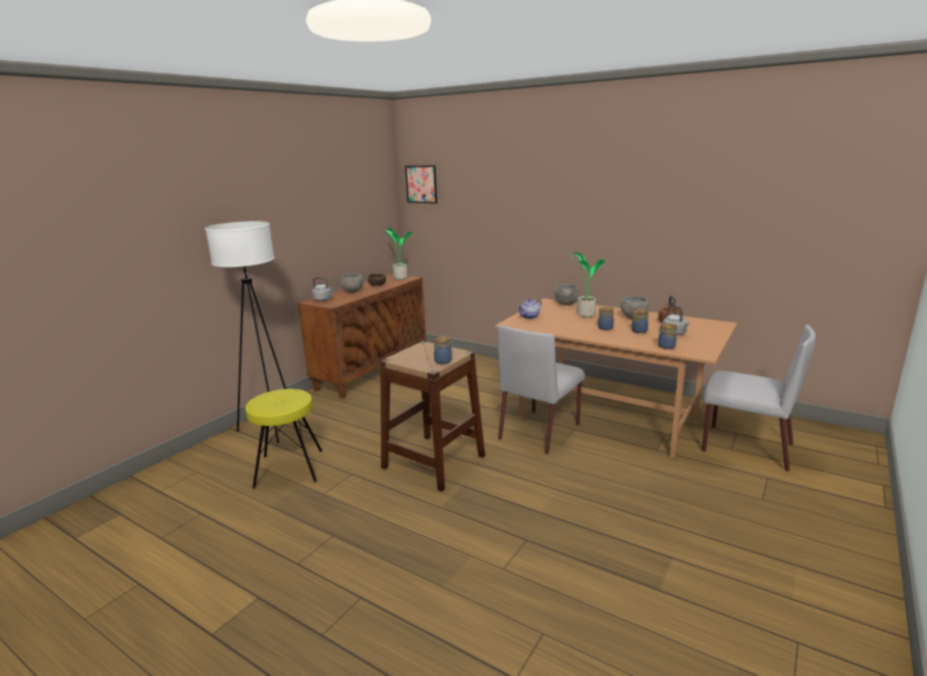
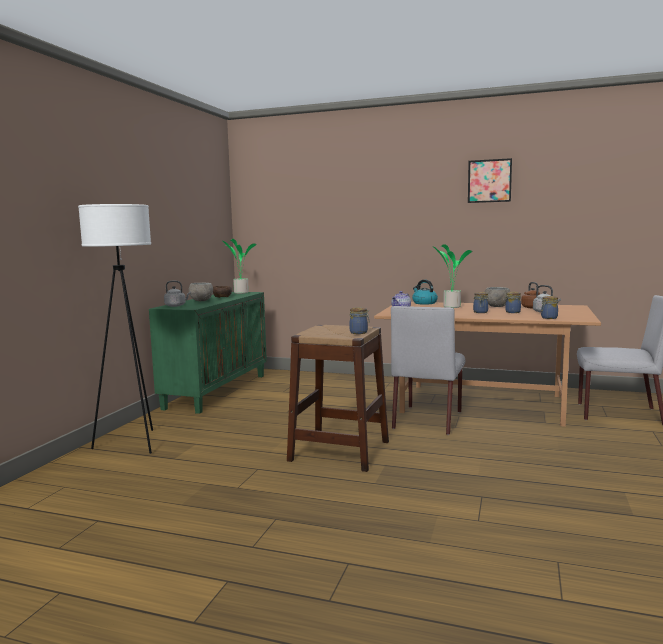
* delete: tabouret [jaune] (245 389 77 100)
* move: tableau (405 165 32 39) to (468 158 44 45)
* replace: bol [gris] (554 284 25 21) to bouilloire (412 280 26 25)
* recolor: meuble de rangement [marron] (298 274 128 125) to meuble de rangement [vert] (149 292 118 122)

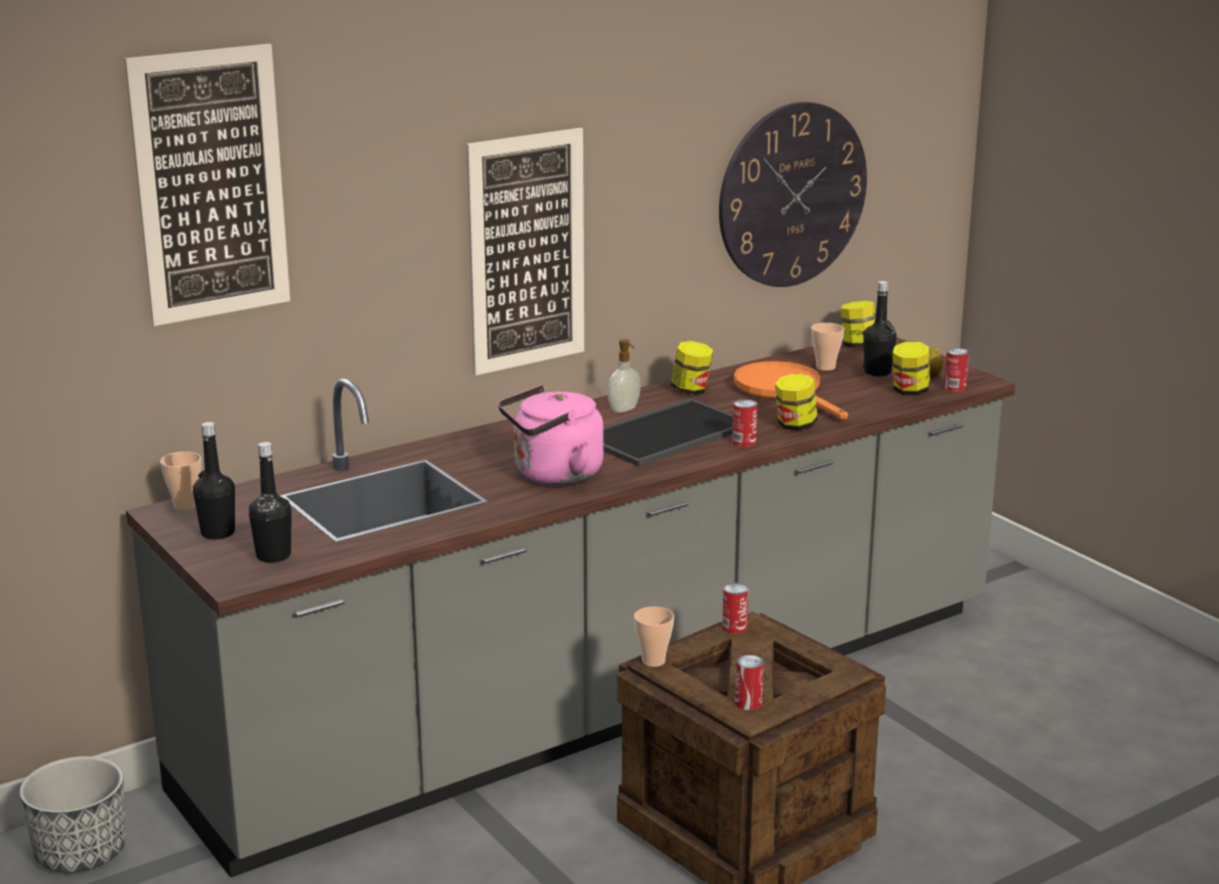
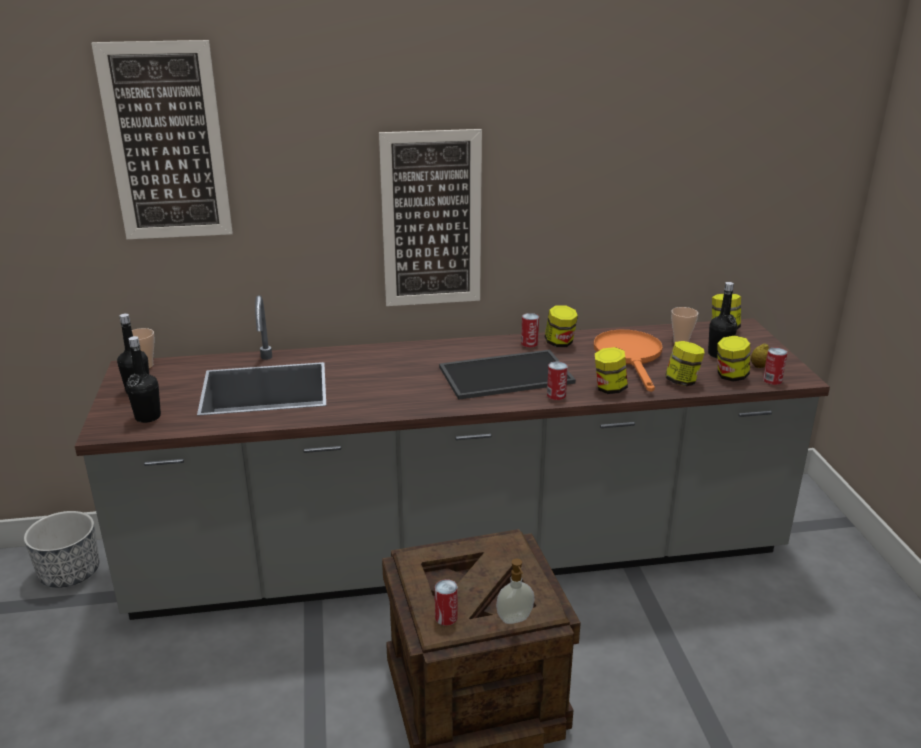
* delete: bouilloire [rose] (498 385 106 100)
* delete: tasse (634 607 40 60)
* delete: horloge murale (719 102 148 185)
* insert: bocal (666 341 38 45)
* move: distributeur de savon (607 339 34 74) to (496 559 39 65)
* move: boîte métallique (722 583 27 51) to (521 313 18 35)

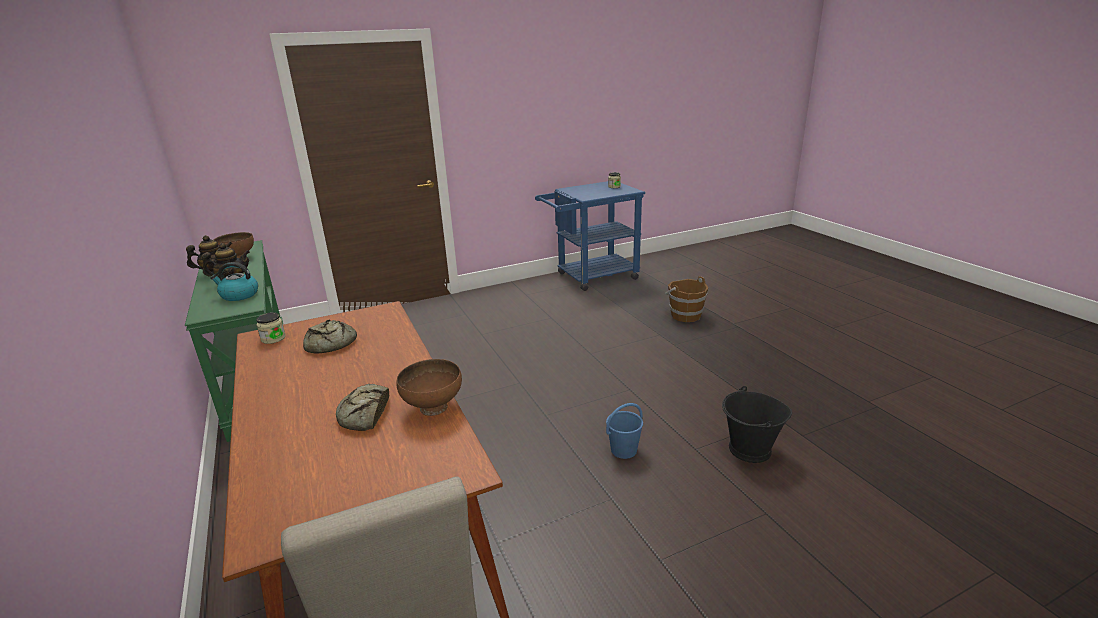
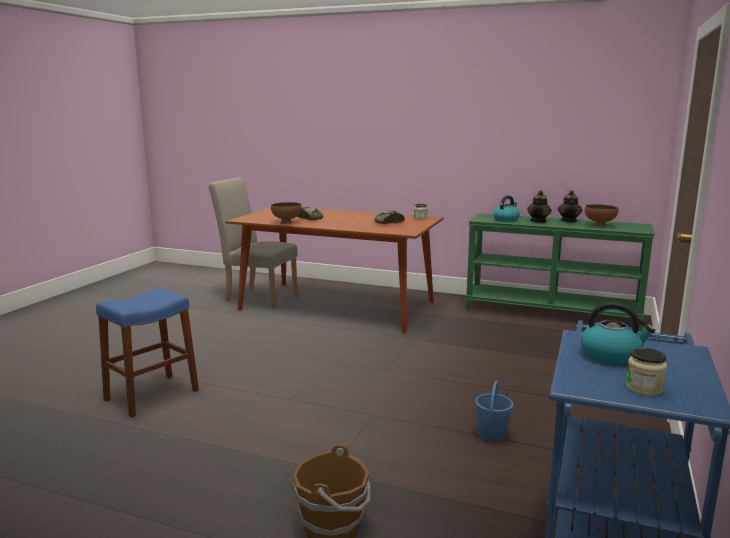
* insert: bouilloire (581 302 74 63)
* move: seau [bleu] (606 403 37 56) to (475 380 38 62)
* replace: seau [noir] (722 386 70 77) to tabouret [bleu] (96 288 103 129)

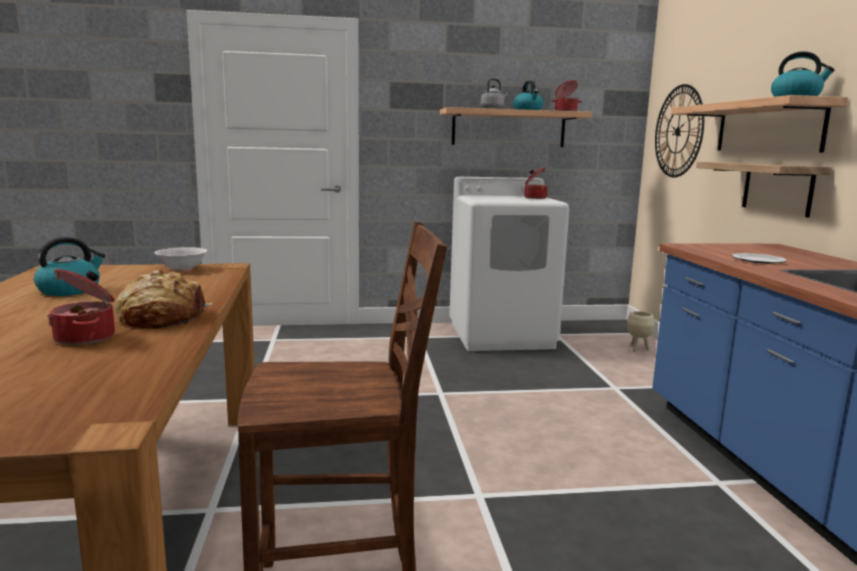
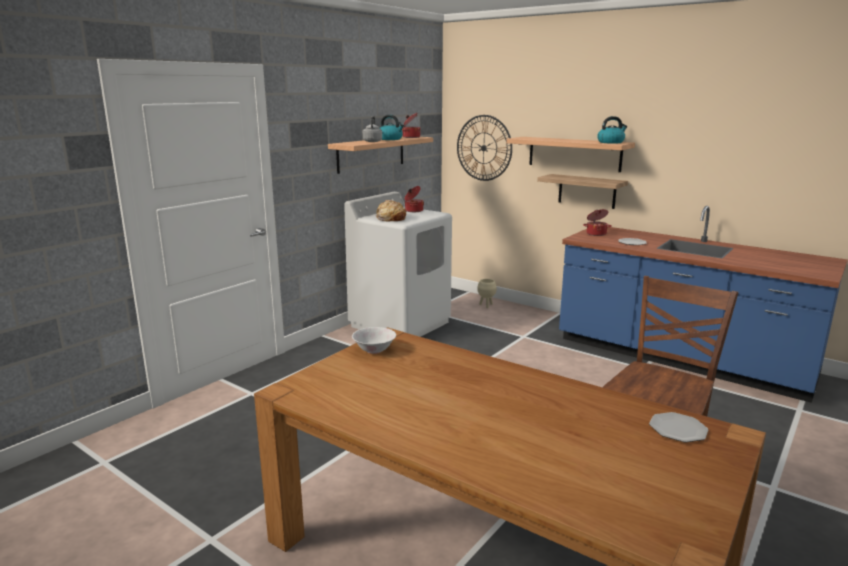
* delete: bouilloire (34 237 71 59)
* insert: assiette (649 412 59 30)
* move: marmite (47 269 68 76) to (583 209 29 27)
* move: pain (115 270 97 58) to (376 200 30 21)

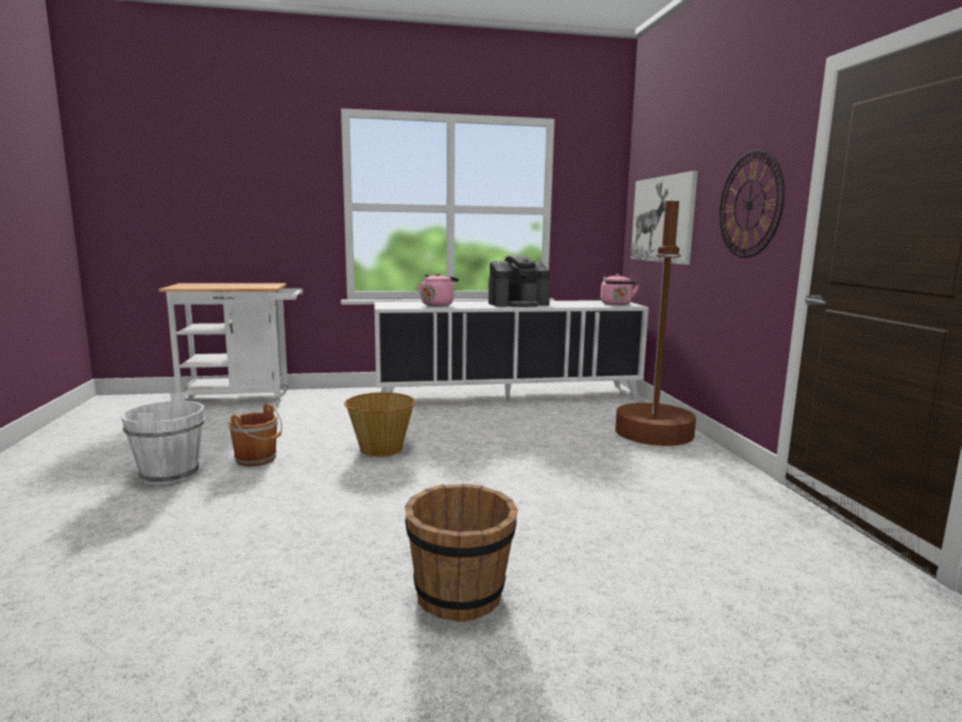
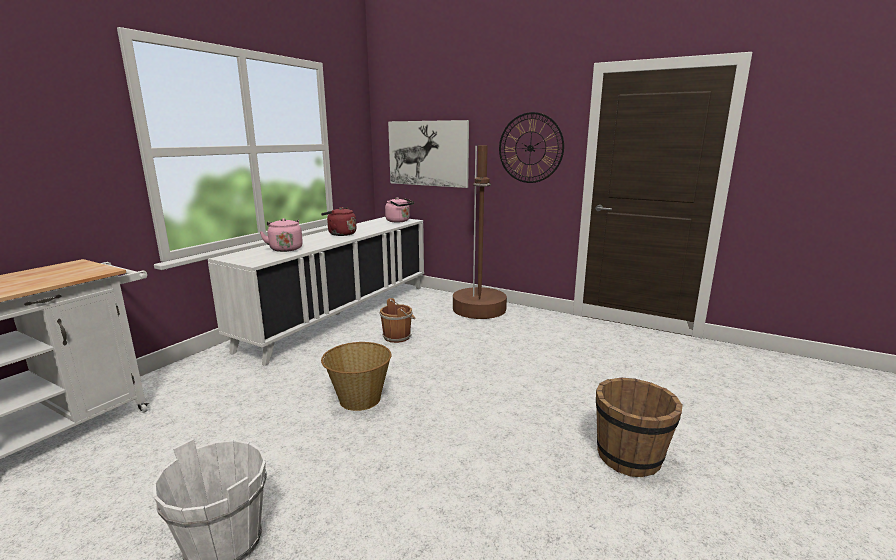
* move: seau [marron] (229 403 53 63) to (379 298 37 45)
* replace: machine à café (488 256 62 51) to bouilloire [rouge] (321 207 36 29)

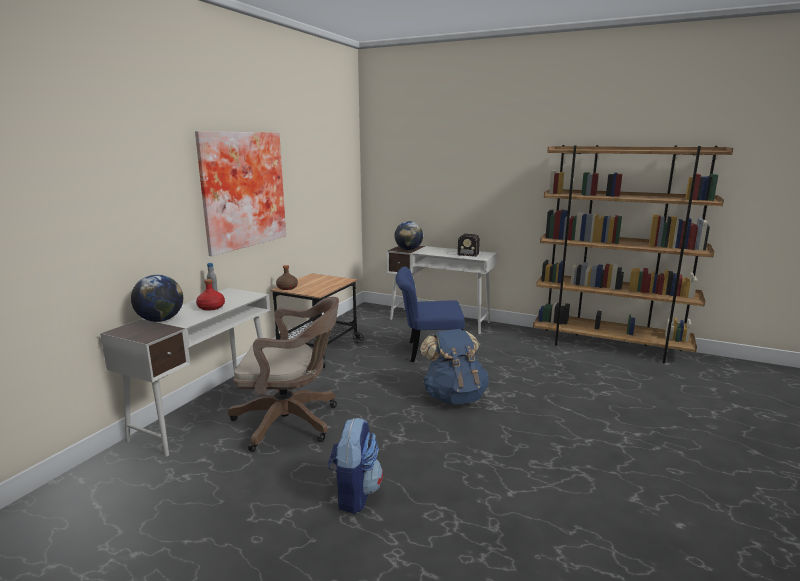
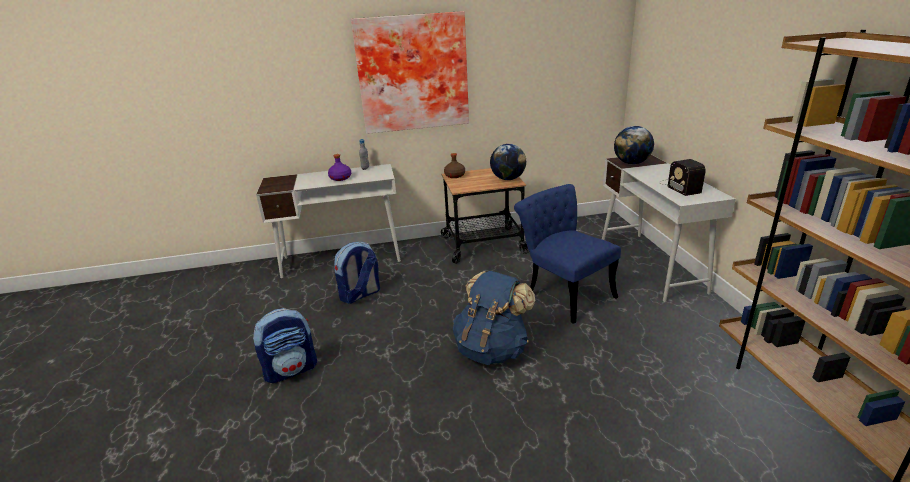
* move: globe (131 275 52 47) to (490 144 36 36)
* replace: chaise de bureau [marron] (228 297 111 155) to sac à dos (334 242 46 62)
* recolor: bouteille [rouge] (196 279 29 32) to bouteille [violet] (328 154 23 27)

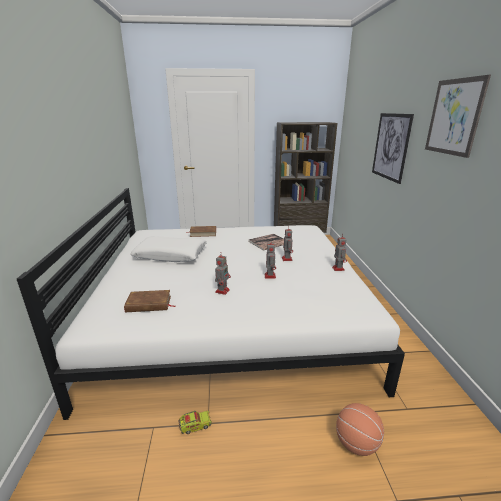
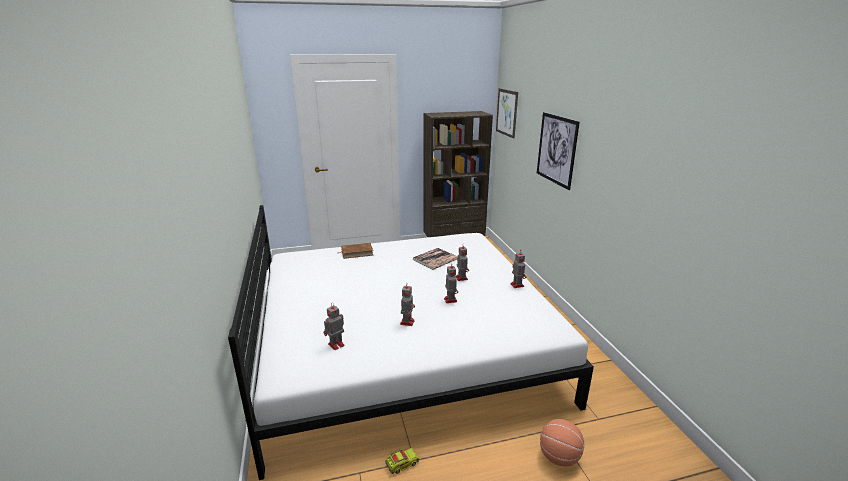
* delete: coussin [blanc] (130 236 77 26)
* move: tableau (425 75 66 83) to (496 88 22 51)
* replace: livre [marron] (124 290 51 22) to robot jouet (323 303 22 47)

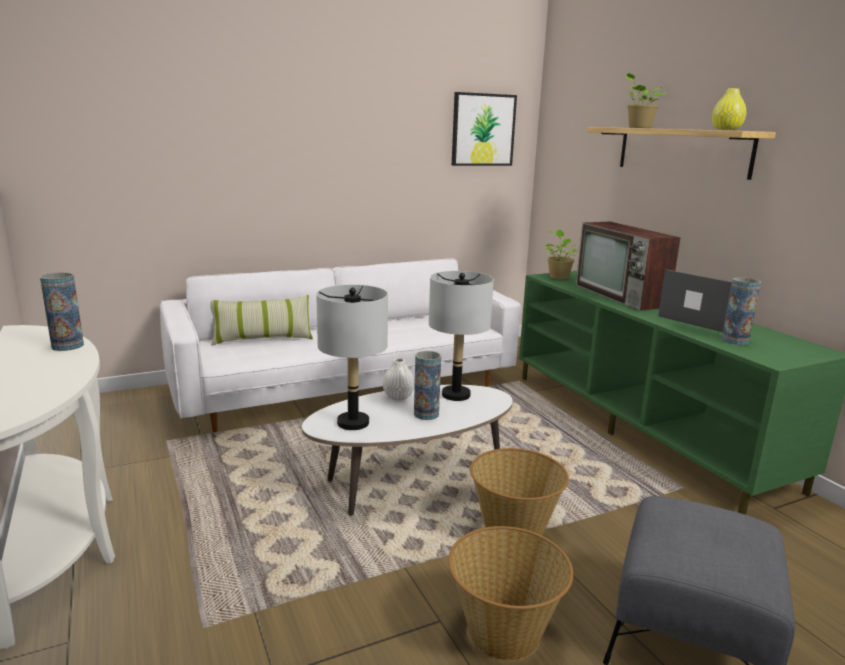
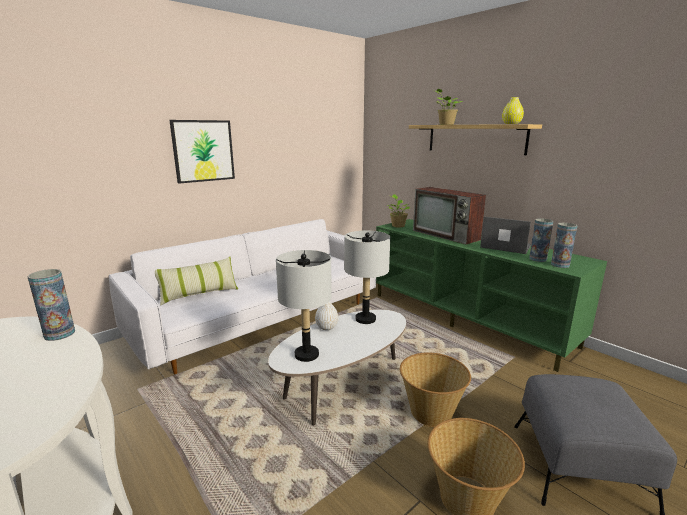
* move: vase (414 351 27 69) to (551 223 27 45)
* move: tableau (452 92 65 74) to (169 120 66 64)

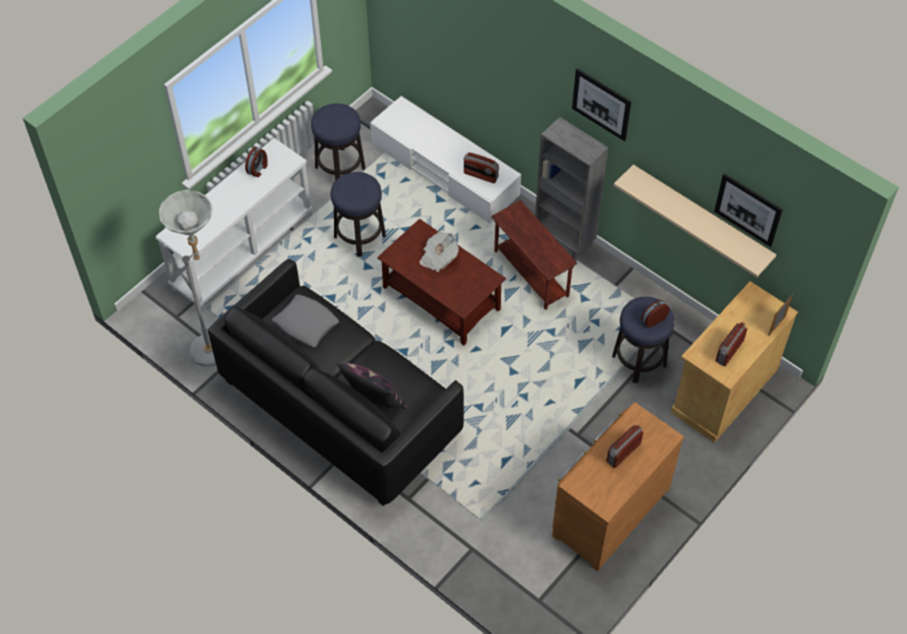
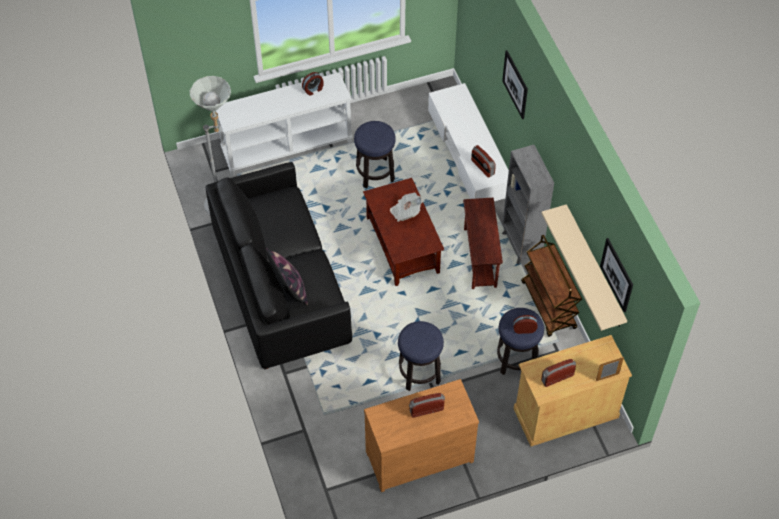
* delete: coussin [gris] (272 294 67 53)
* insert: chariot [marron] (521 235 61 102)
* move: tabouret (311 103 54 78) to (398 321 46 70)
* move: tableau (572 68 59 73) to (502 50 26 69)

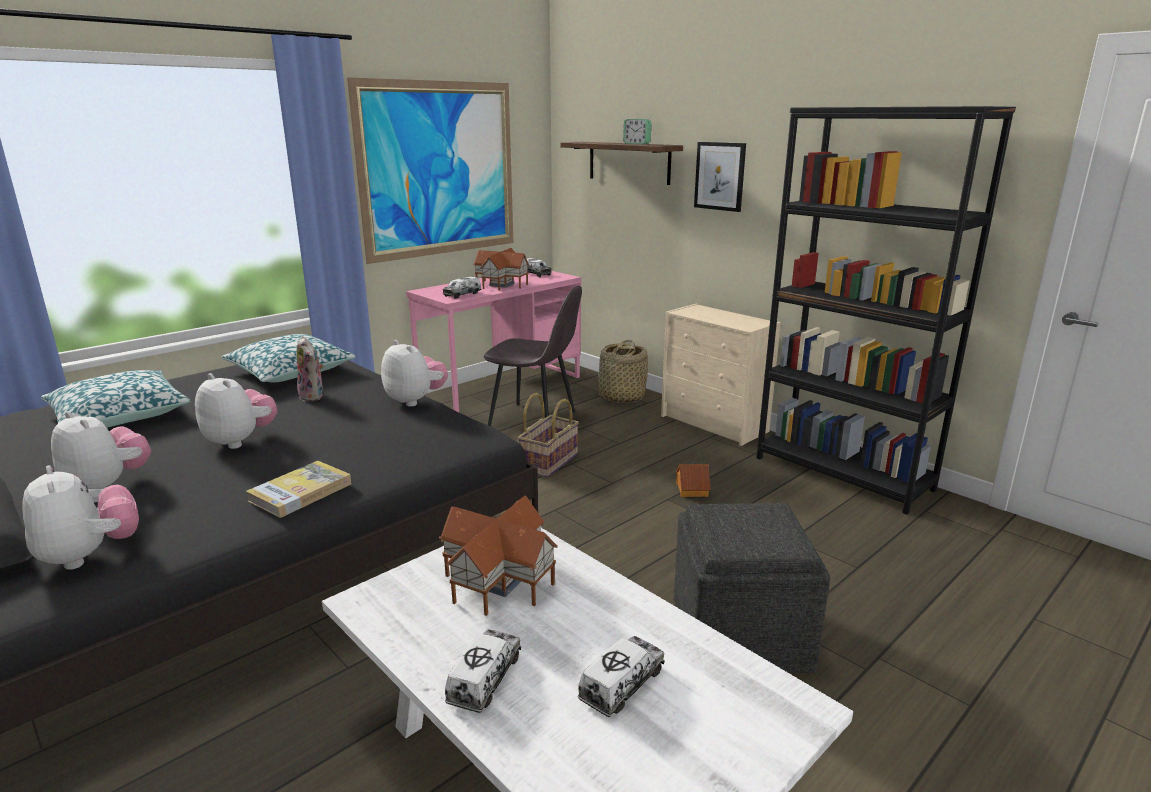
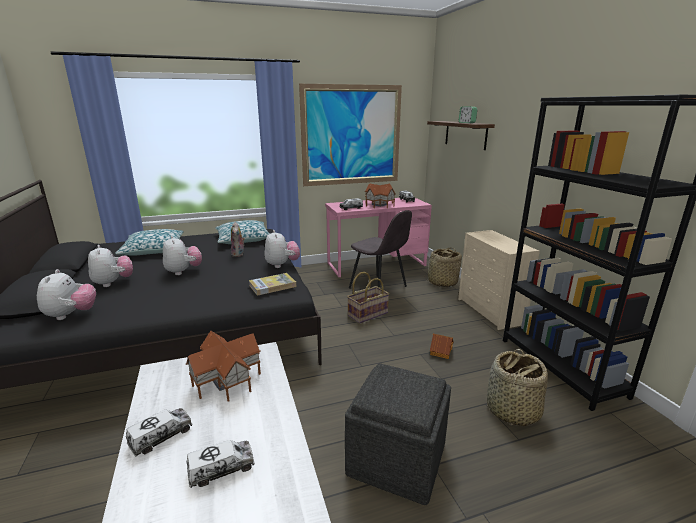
* delete: tableau (694 142 52 70)
* insert: panier (487 349 61 77)
* move: livre (246 461 105 57) to (249 273 47 23)

